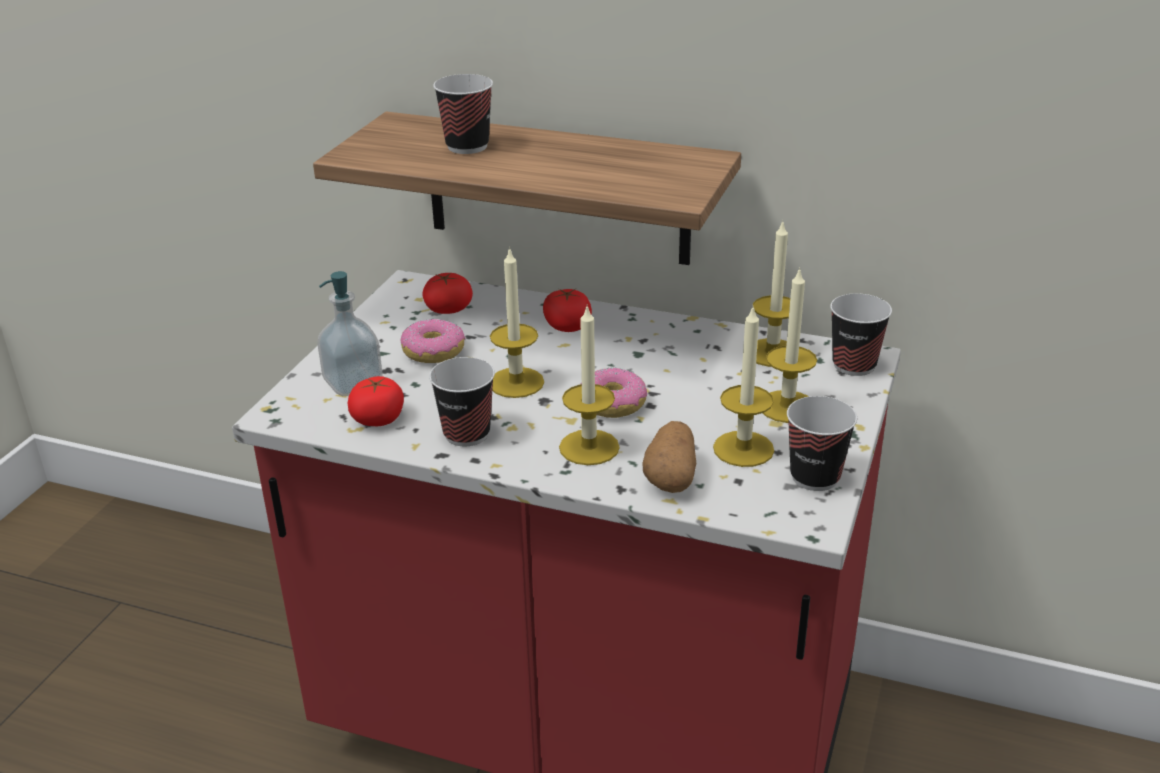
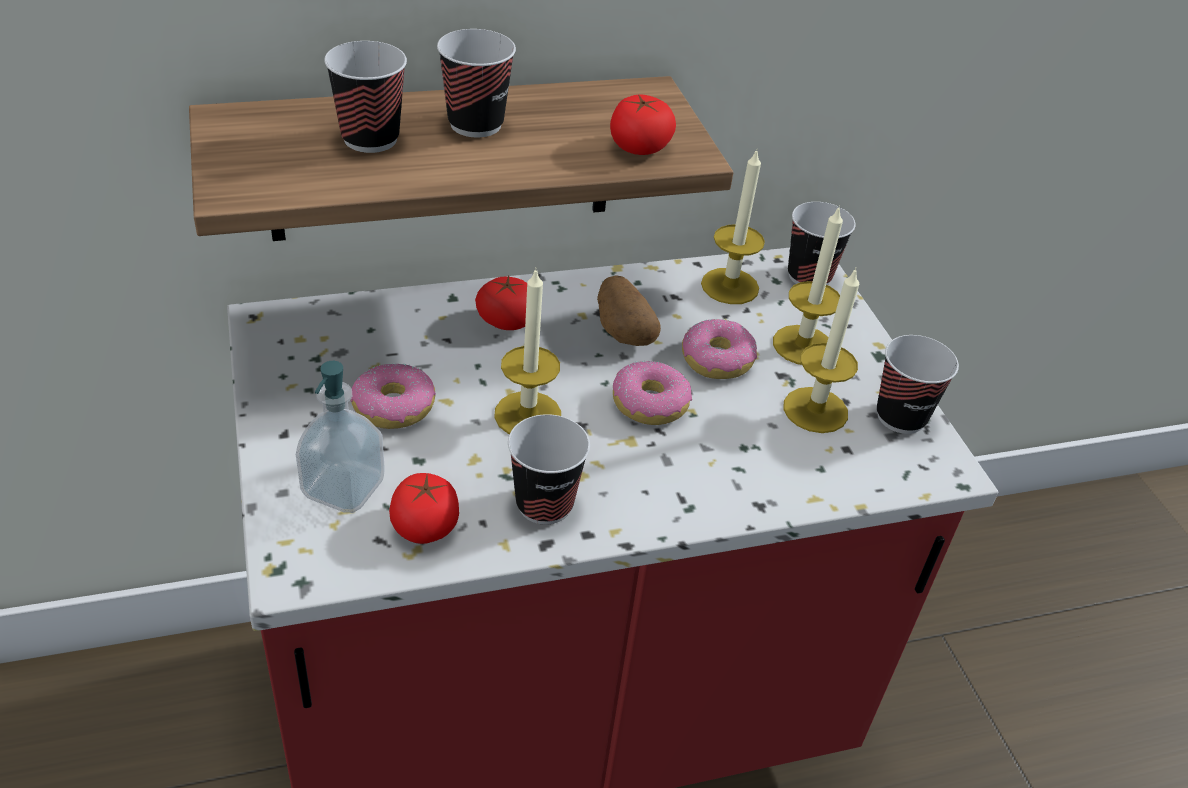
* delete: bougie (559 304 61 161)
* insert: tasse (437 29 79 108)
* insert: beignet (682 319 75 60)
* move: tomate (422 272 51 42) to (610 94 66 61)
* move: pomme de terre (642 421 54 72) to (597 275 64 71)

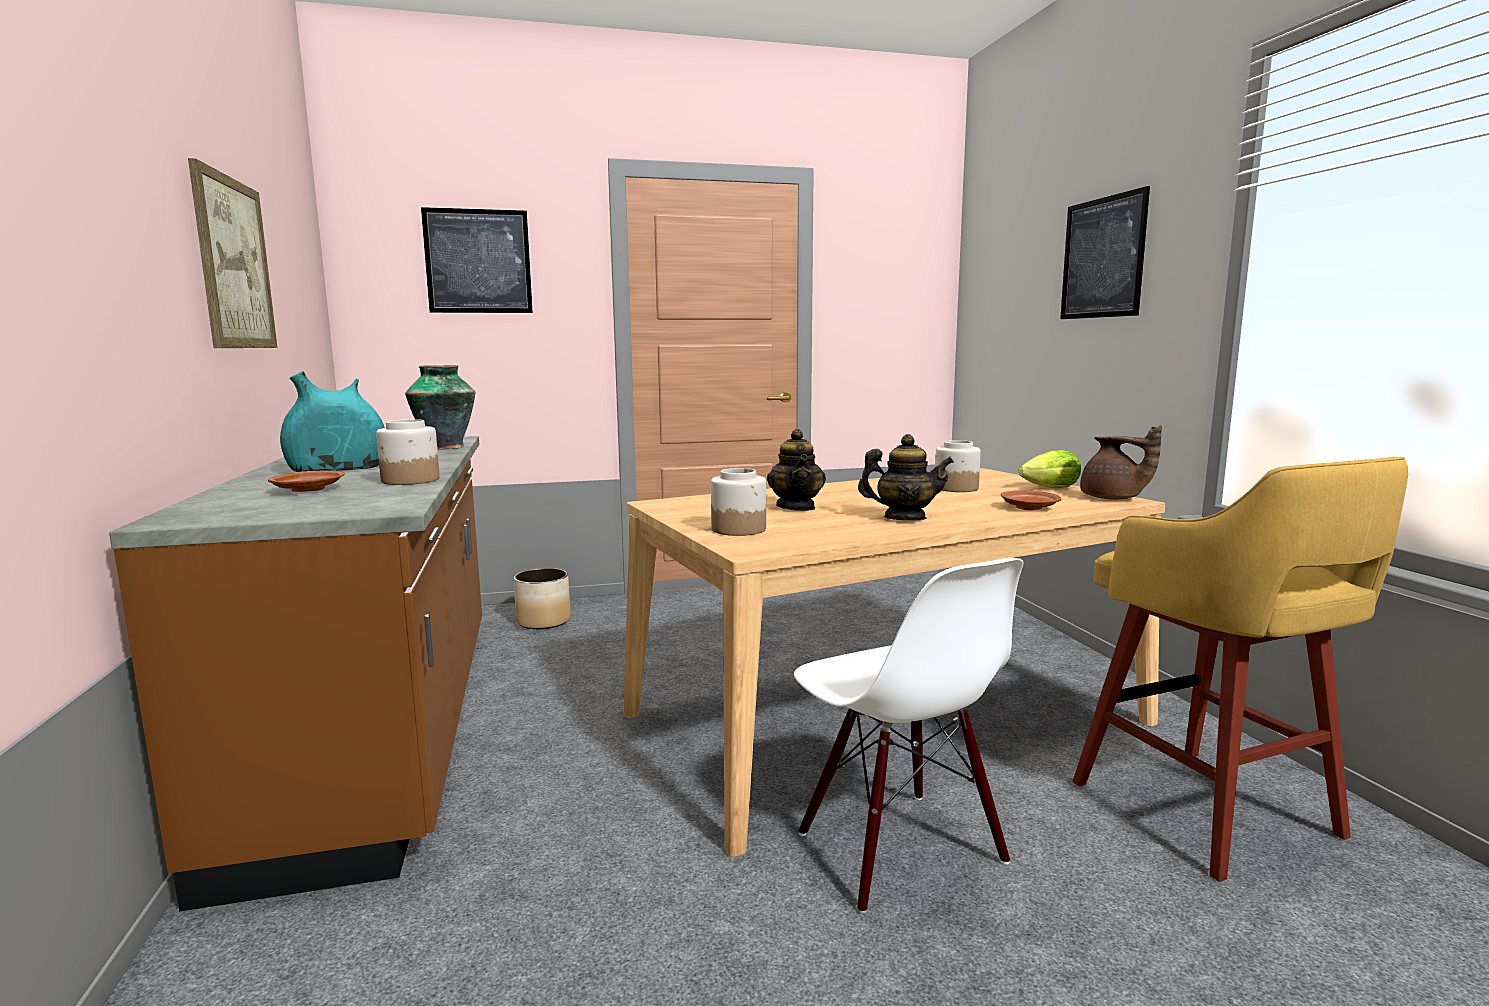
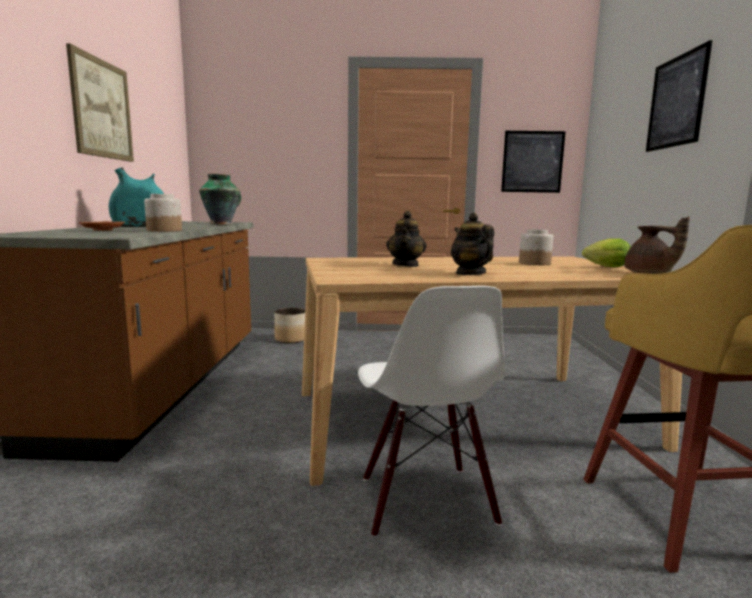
* delete: bocal (711 468 55 68)
* delete: assiette [marron] (1001 490 60 20)
* move: tableau (421 207 112 106) to (501 131 65 62)
* rotate: théière (858 434 96 87) = (451 213 43 62) 135 degrees counterclockwise

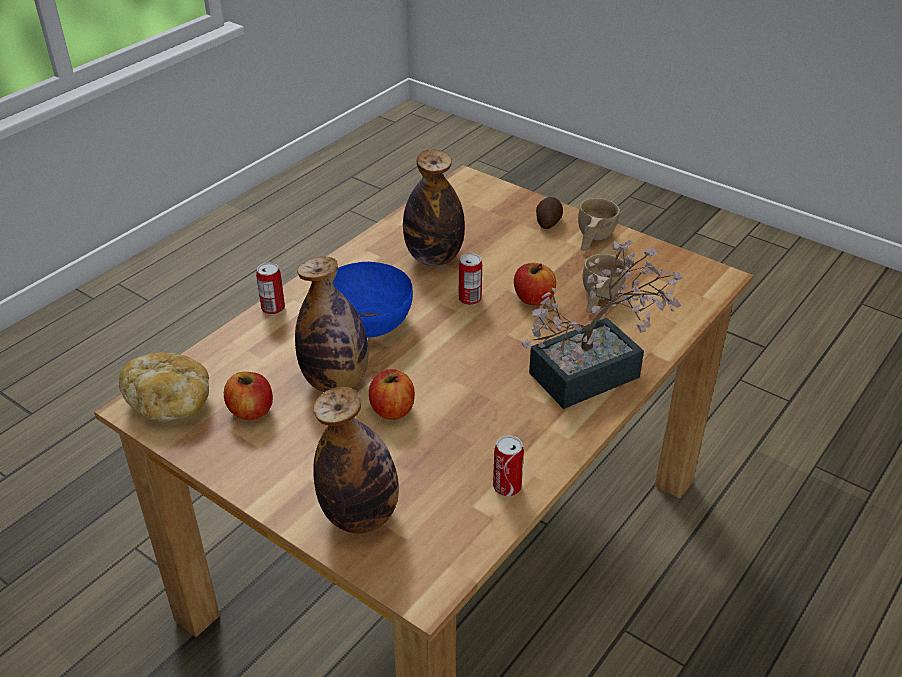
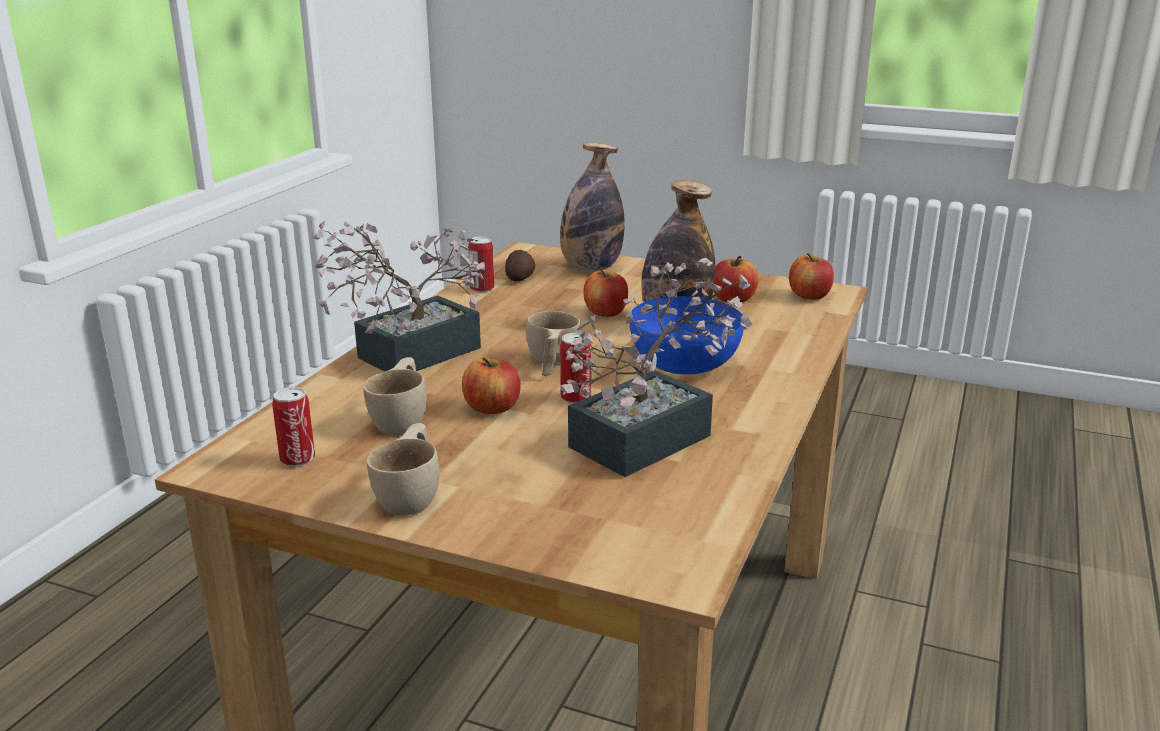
* insert: tasse [beige] (526 311 54 65)
* move: boîte métallique (256 262 29 53) to (272 387 43 80)
* move: pomme de terre (536 197 27 32) to (505 250 30 31)
* replace: pain (119 352 90 70) to pomme (789 253 45 47)
* replace: bouteille (403 149 62 117) to plante en pot (560 258 193 219)

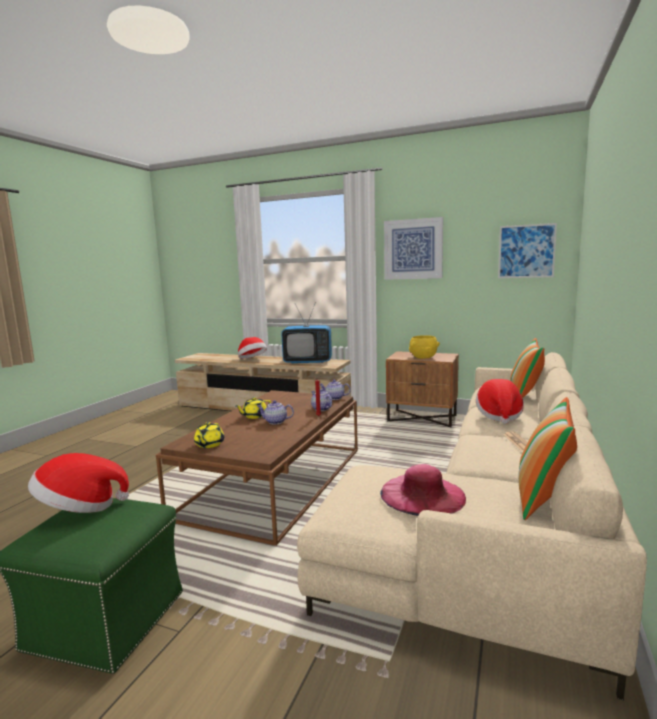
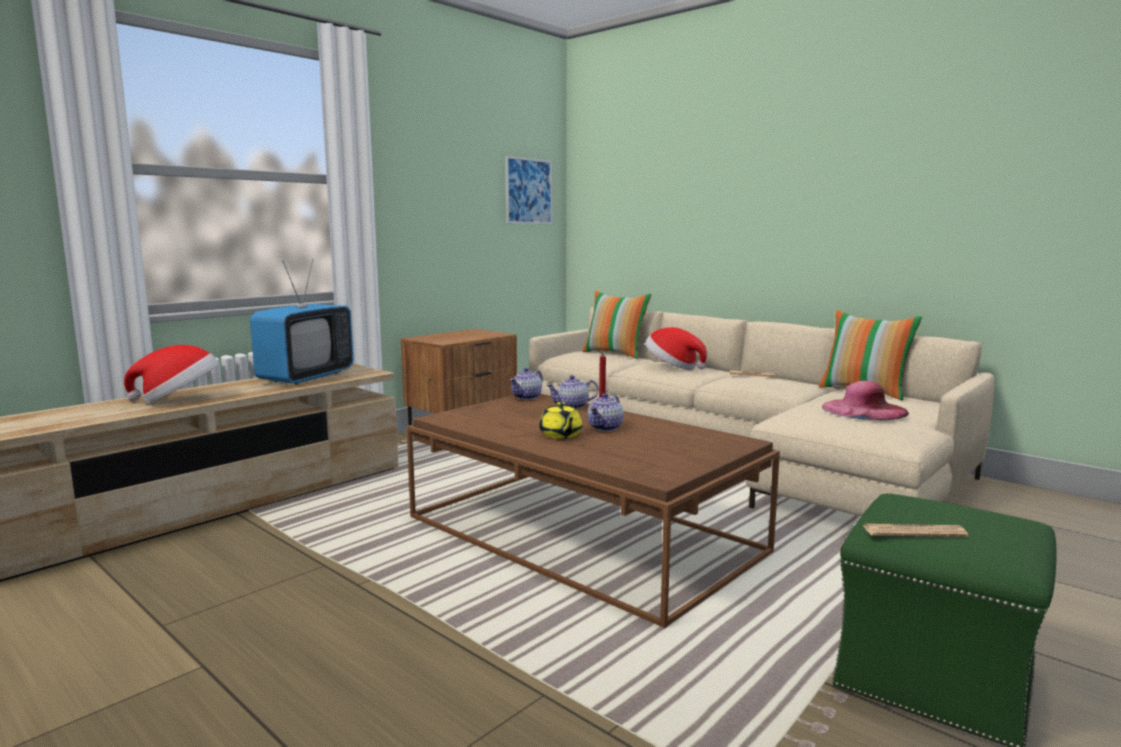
* delete: théière [jaune] (194 422 30 26)
* delete: tableau (384 217 59 63)
* delete: bol [jaune] (409 335 31 24)
* replace: chapeau (28 453 101 60) to journal (862 524 106 13)

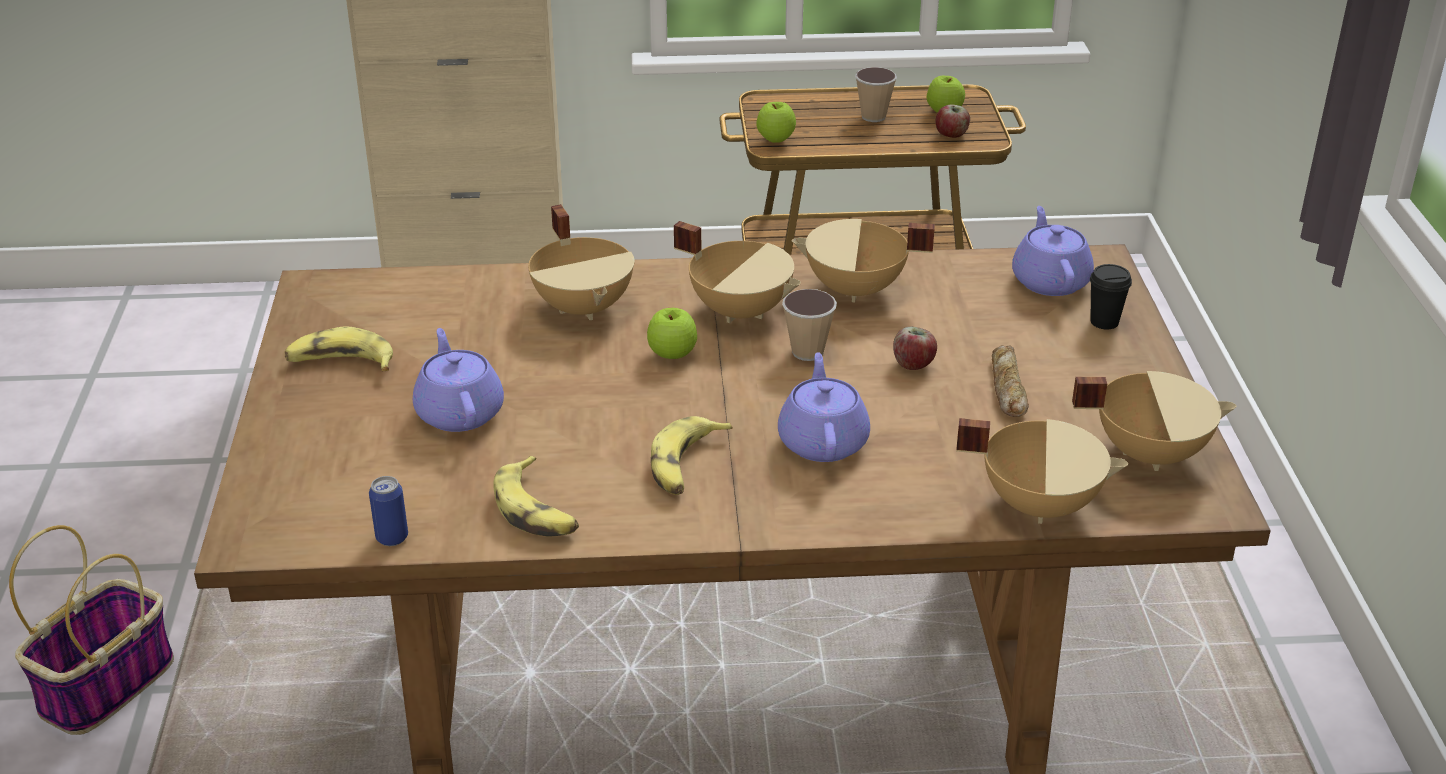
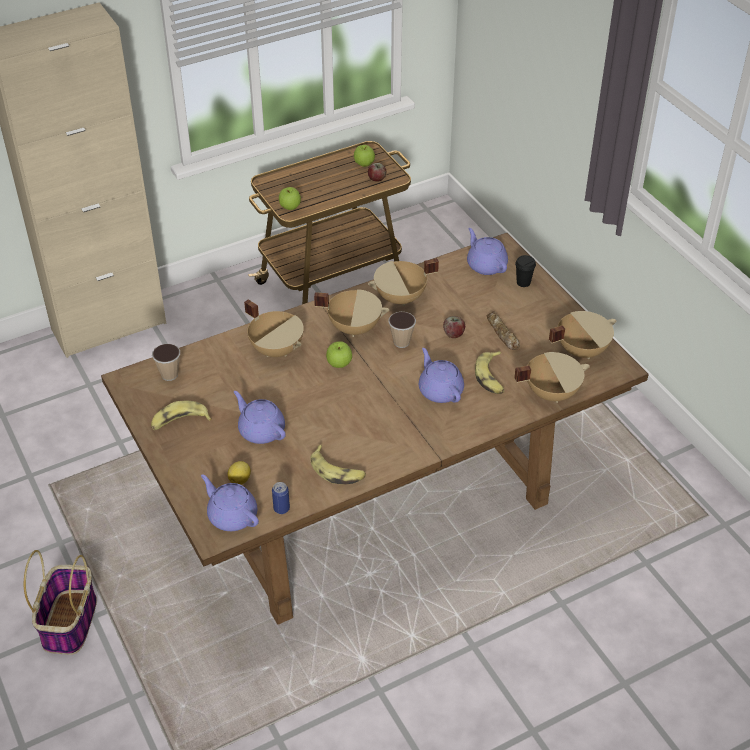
* insert: théière [violet] (201 474 58 57)
* insert: citron (227 461 24 24)
* move: banane (651 416 82 79) to (475 351 30 43)
* move: tasse (855 67 42 55) to (152 344 28 37)

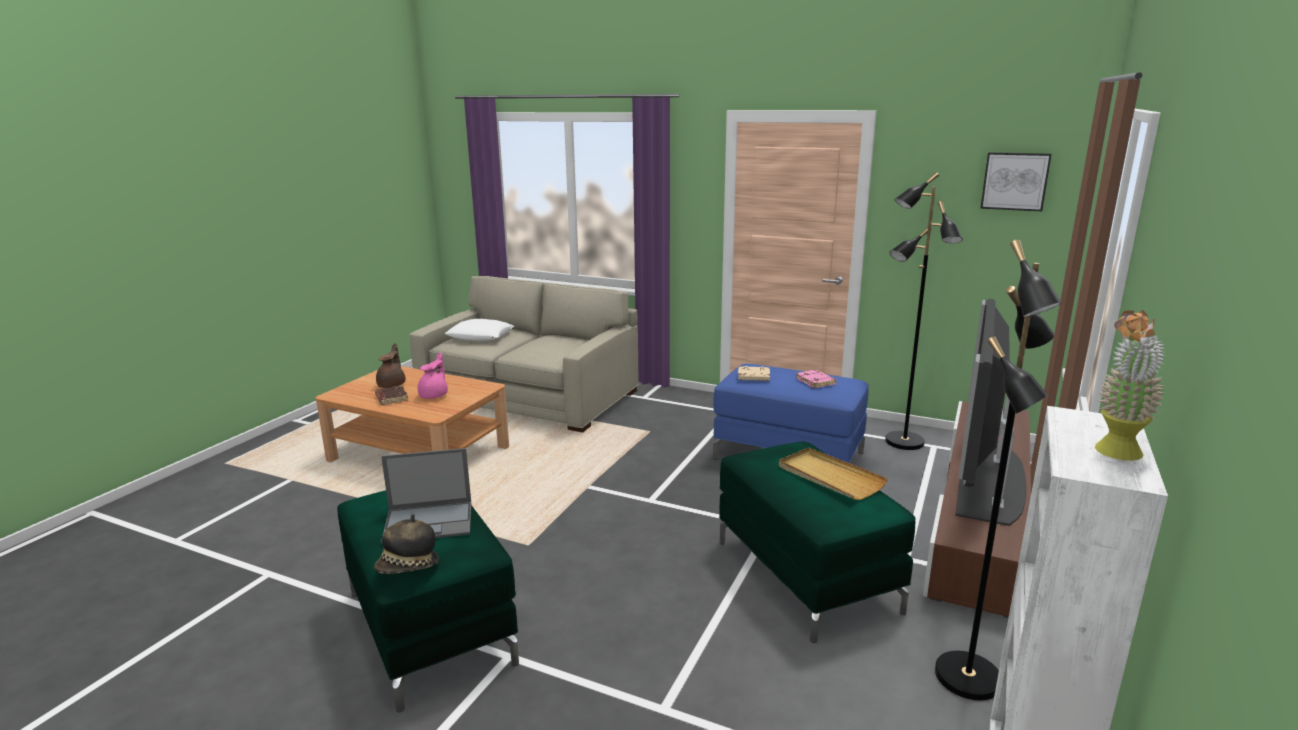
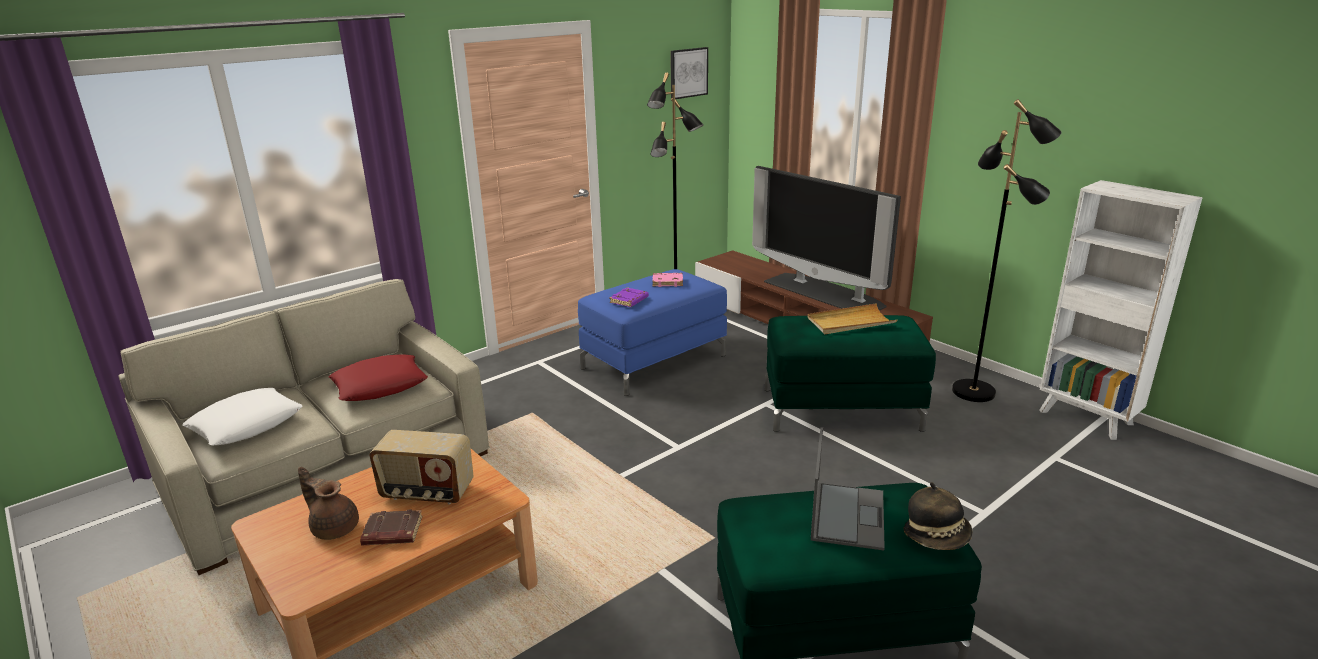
* delete: plante en pot (1095 310 70 151)
* insert: coussin [rouge] (329 354 99 47)
* replace: théière [rose] (418 352 30 47) to radio (369 430 105 74)
* recolor: livre [beige] (738 366 32 15) to livre [violet] (610 287 39 20)

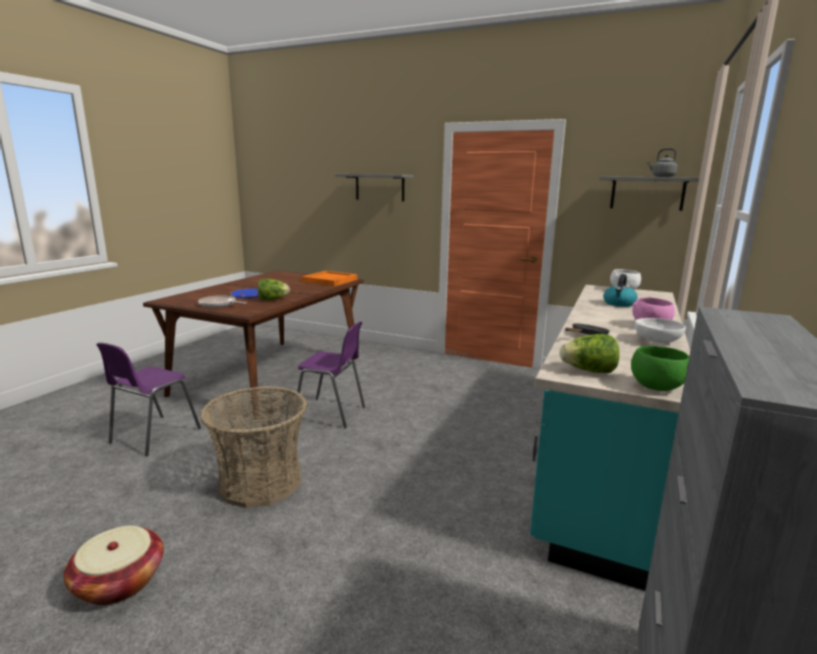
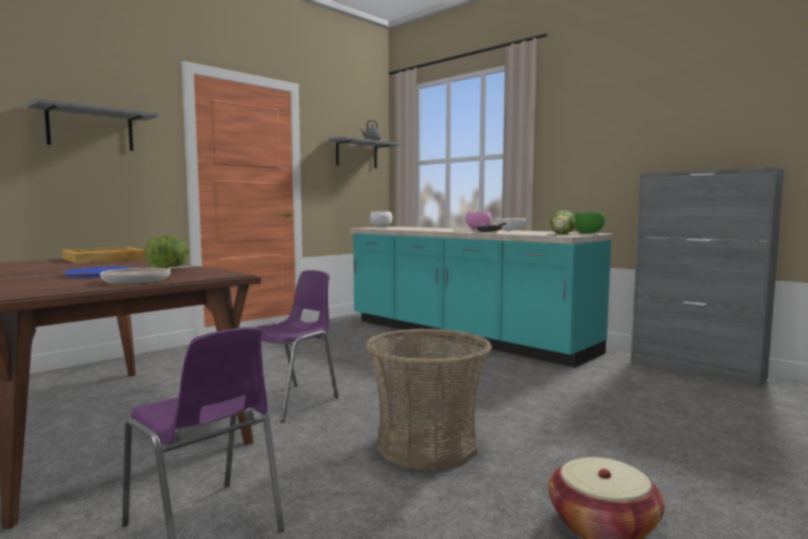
* delete: bouilloire (603 274 35 33)
* recolor: plateau [orange] (302 271 55 15) to plateau [beige] (62 247 83 16)

